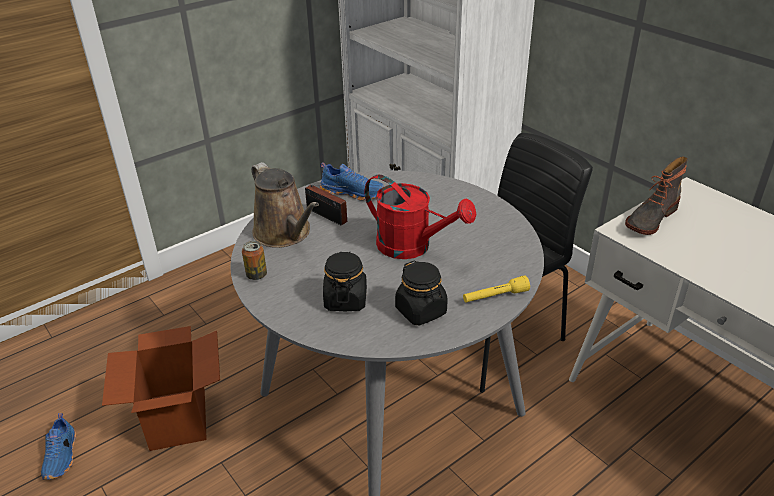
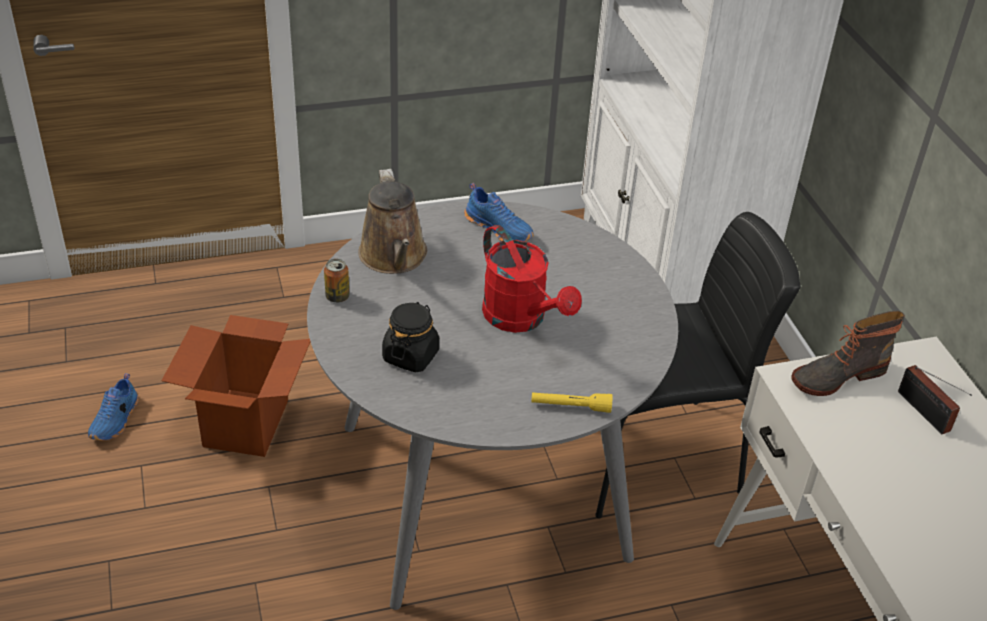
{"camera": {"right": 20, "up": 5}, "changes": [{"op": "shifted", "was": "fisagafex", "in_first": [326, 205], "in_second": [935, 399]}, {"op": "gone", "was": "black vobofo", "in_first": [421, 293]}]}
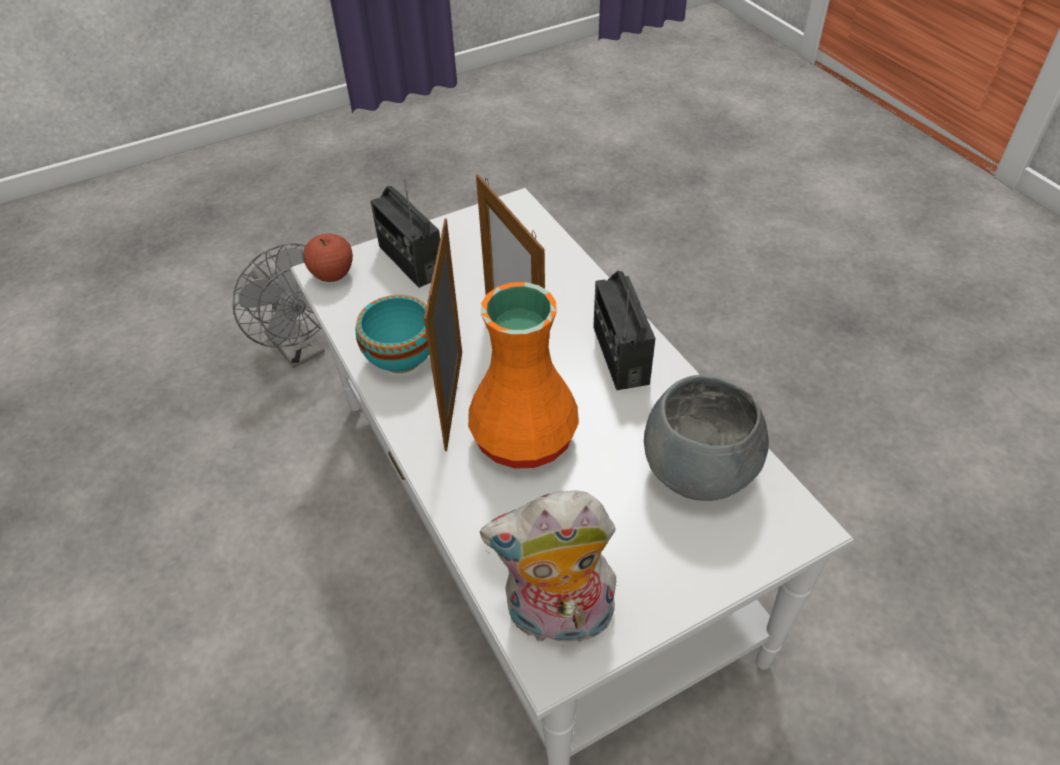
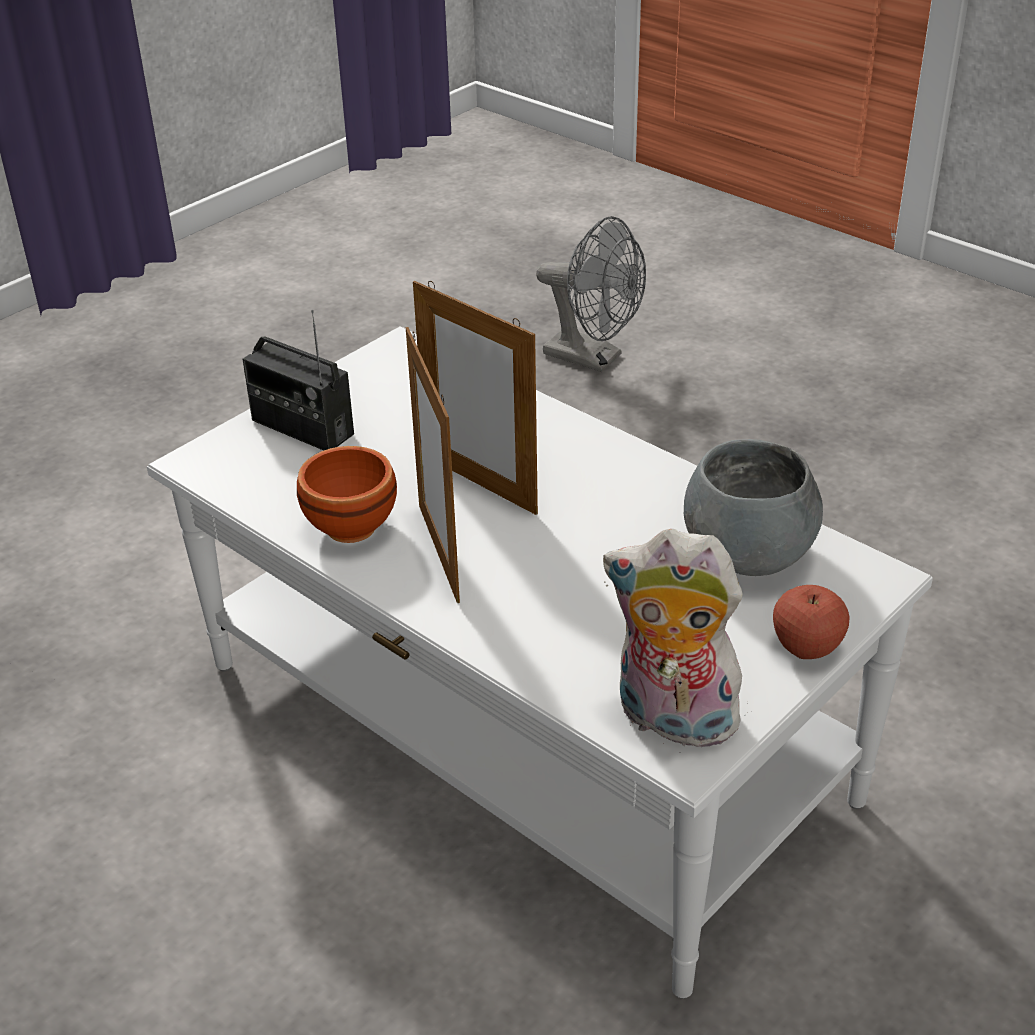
{"camera": {"right": -20, "up": -10}, "changes": [{"op": "repainted", "was": "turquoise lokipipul", "now": "brown lokipipul", "in_first": [392, 334], "in_second": [347, 494]}, {"op": "shifted", "was": "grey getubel", "in_first": [279, 305], "in_second": [591, 294]}, {"op": "rotated", "was": "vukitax", "in_first": [549, 570], "in_second": [675, 641], "clockwise": 45}, {"op": "shifted", "was": "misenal", "in_first": [328, 257], "in_second": [811, 622]}, {"op": "gone", "was": "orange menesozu", "in_first": [523, 375]}, {"op": "gone", "was": "fisagafex", "in_first": [624, 330]}]}
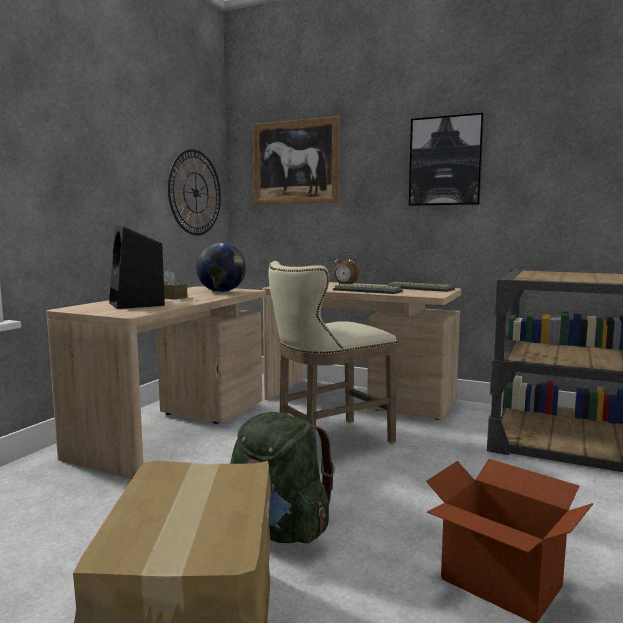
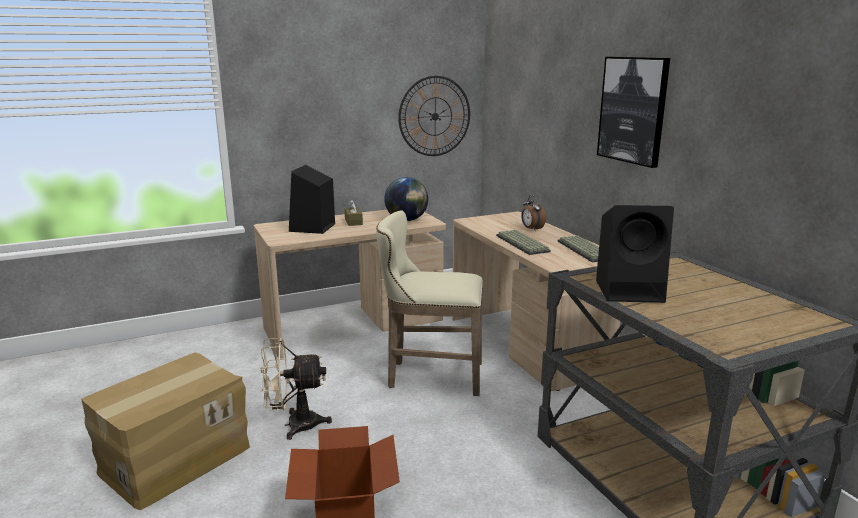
{"camera": {"right": 40, "up": 10}, "changes": [{"op": "swapped", "was": "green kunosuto", "now": "beige getubel", "in_first": [282, 477], "in_second": [296, 389]}, {"op": "new", "now": "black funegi", "in_second": [635, 254]}, {"op": "gone", "was": "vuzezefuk", "in_first": [296, 160]}]}
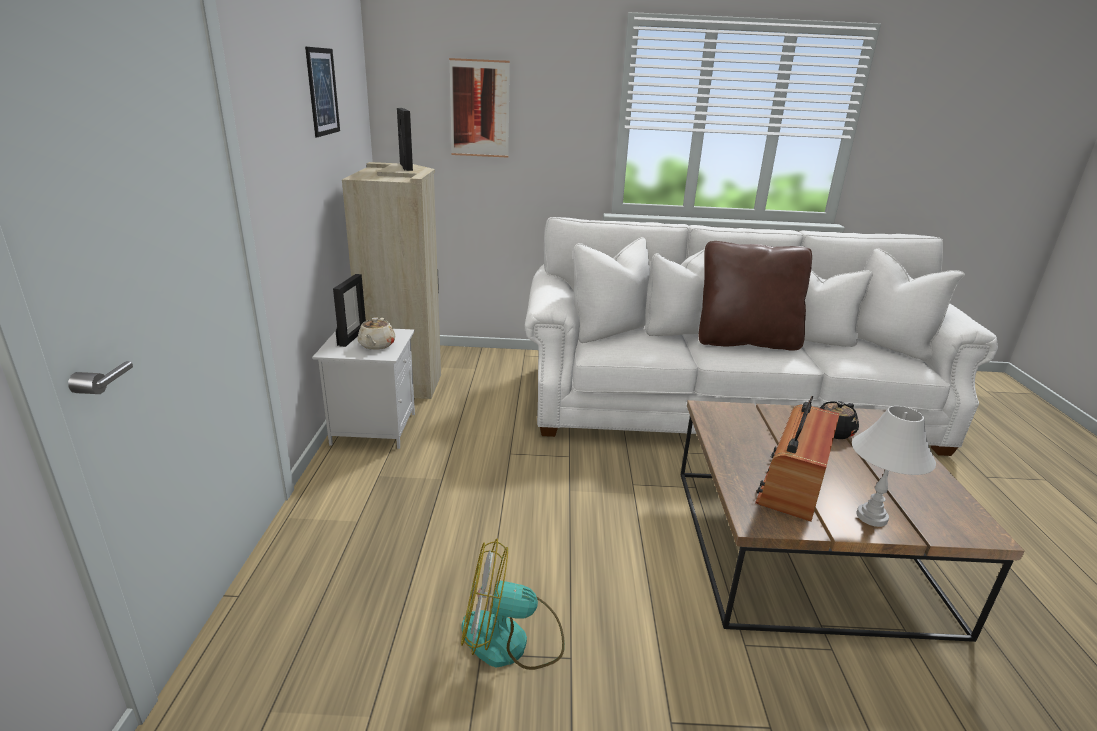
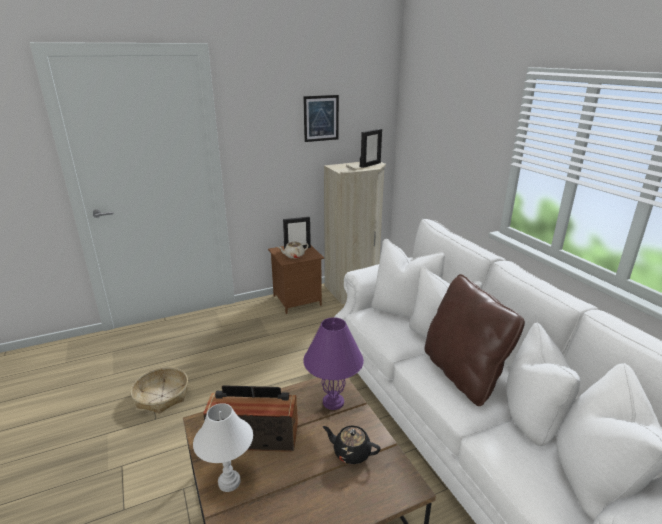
{"camera": {"right": 65, "up": 0}, "changes": [{"op": "swapped", "was": "getubel", "now": "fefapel", "in_first": [513, 604], "in_second": [159, 390]}, {"op": "repainted", "was": "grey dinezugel", "now": "brown dinezugel", "in_first": [363, 389], "in_second": [296, 280]}, {"op": "new", "now": "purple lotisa", "in_second": [333, 363]}, {"op": "gone", "was": "vuzezefuk", "in_first": [479, 108]}]}
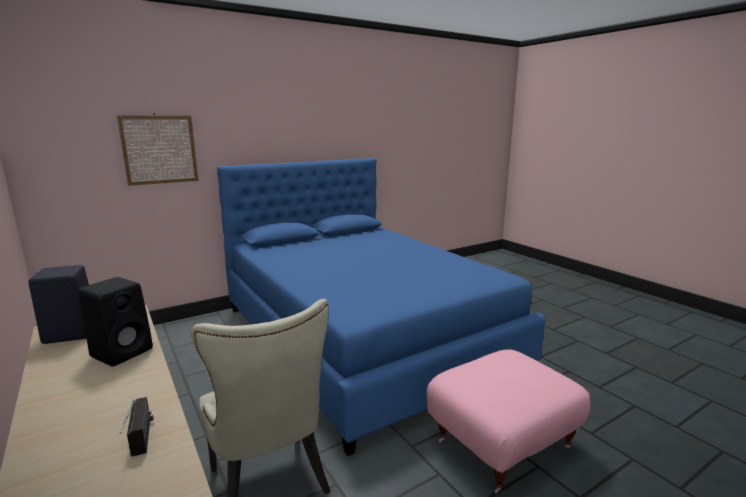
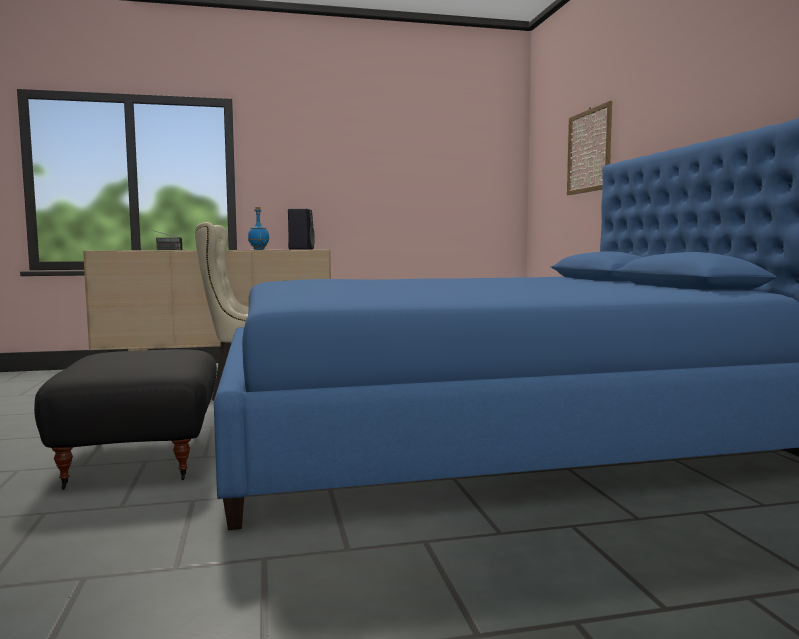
{"camera": {"right": 110, "up": -10}, "changes": [{"op": "repainted", "was": "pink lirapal", "now": "black lirapal", "in_first": [508, 421], "in_second": [125, 419]}, {"op": "swapped", "was": "black funegi", "now": "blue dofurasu", "in_first": [115, 321], "in_second": [259, 228]}]}
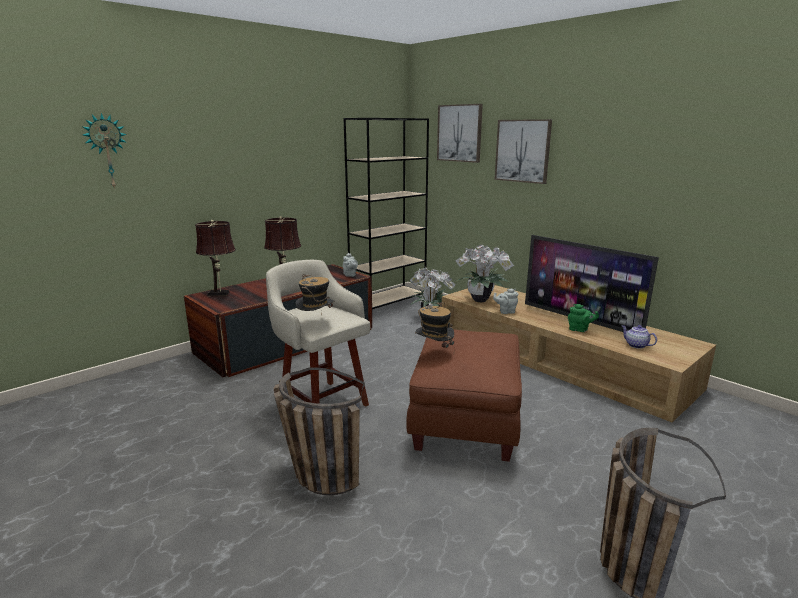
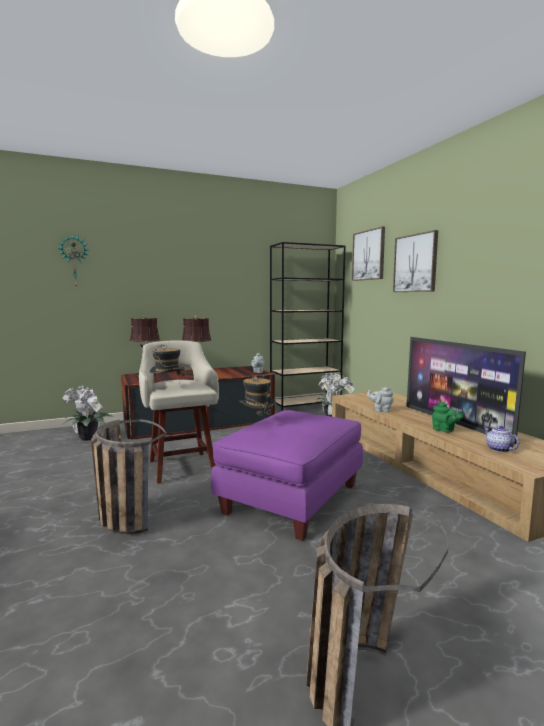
{"camera": {"right": 20, "up": -10}, "changes": [{"op": "shifted", "was": "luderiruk", "in_first": [484, 273], "in_second": [87, 413]}, {"op": "repainted", "was": "brown lirapal", "now": "purple lirapal", "in_first": [464, 395], "in_second": [287, 475]}]}
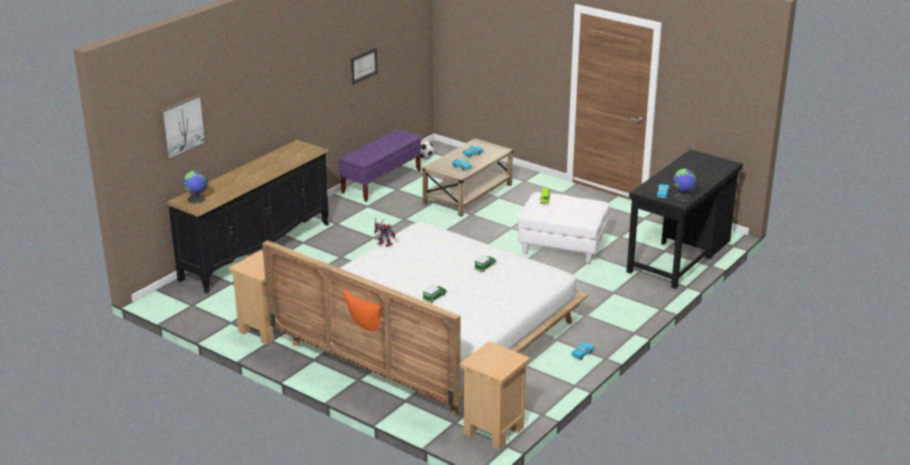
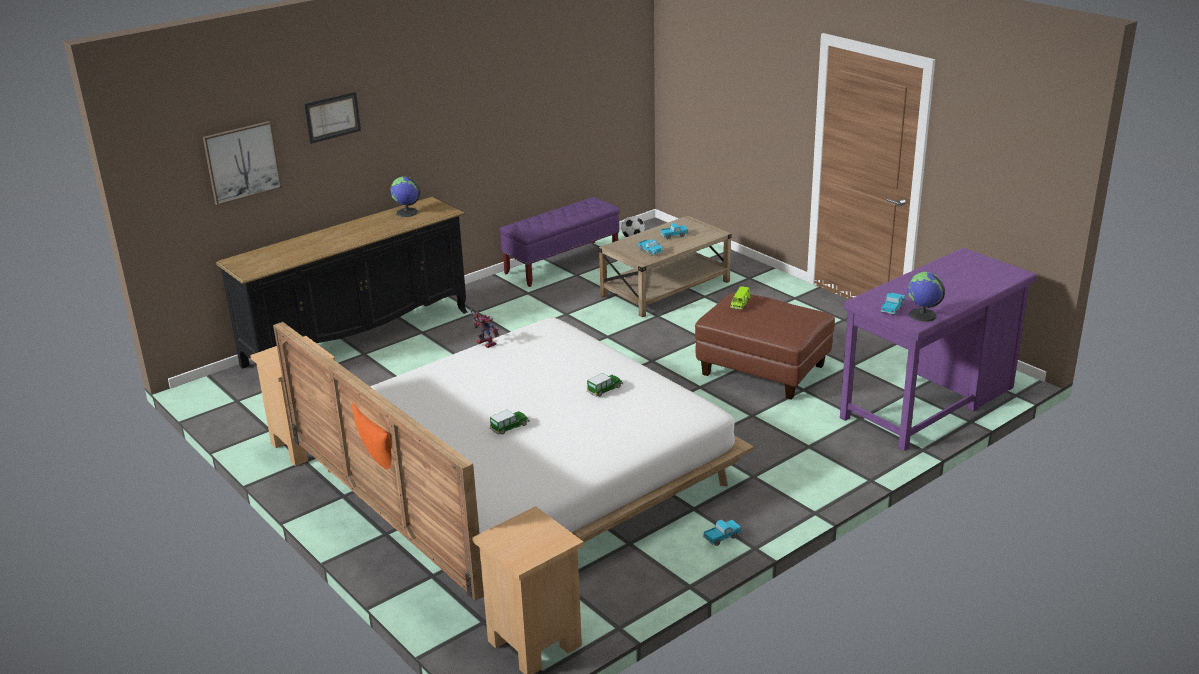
{"camera": {"right": 15, "up": 0}, "changes": [{"op": "shifted", "was": "vuzezefuk", "in_first": [364, 66], "in_second": [332, 118]}, {"op": "shifted", "was": "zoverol", "in_first": [195, 187], "in_second": [405, 196]}, {"op": "repainted", "was": "white lirapal", "now": "brown lirapal", "in_first": [564, 228], "in_second": [765, 346]}, {"op": "repainted", "was": "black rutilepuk", "now": "purple rutilepuk", "in_first": [685, 219], "in_second": [938, 349]}]}
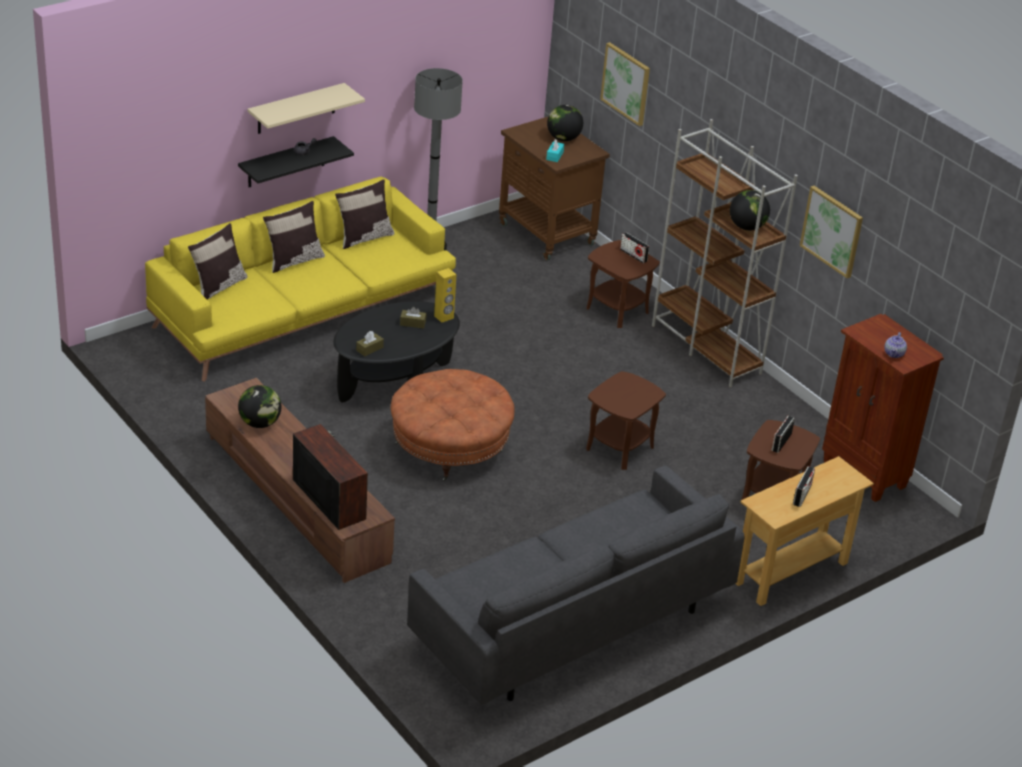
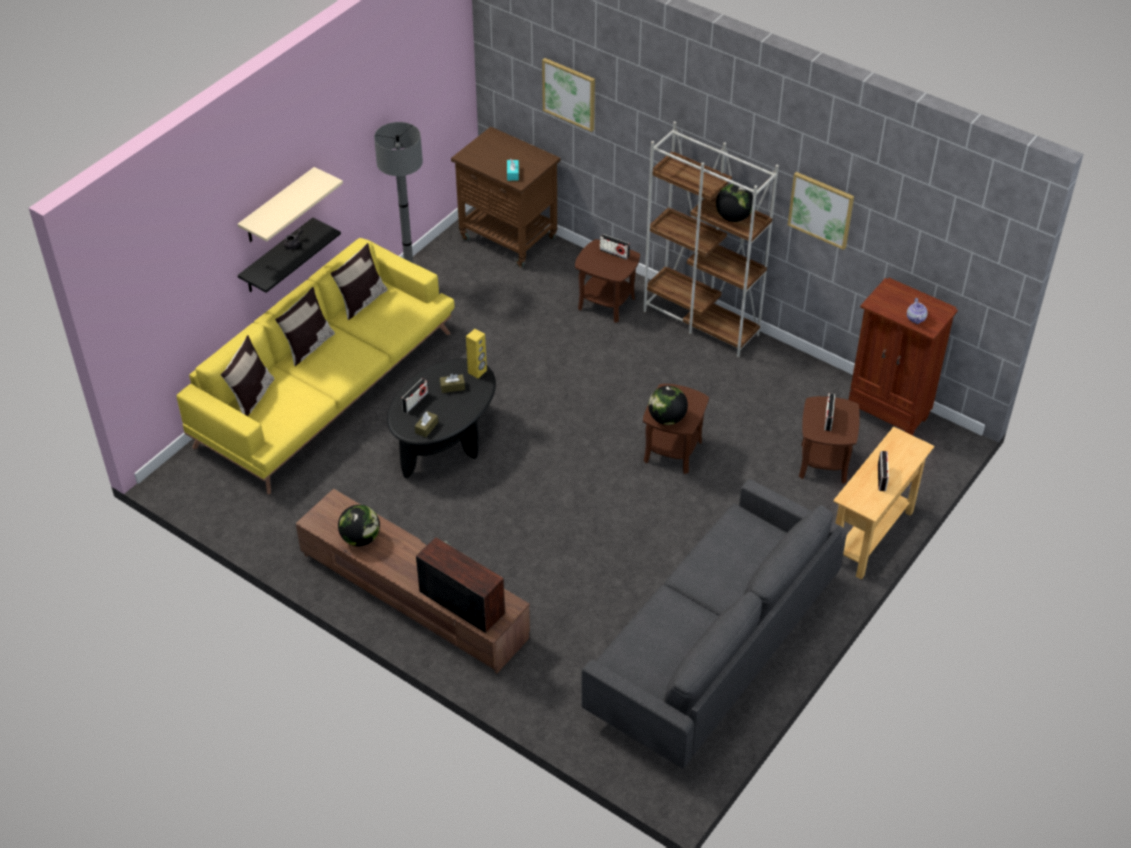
{"camera": {"right": -15, "up": 10}, "changes": [{"op": "new", "now": "fisagafex", "in_second": [414, 395]}, {"op": "shifted", "was": "zoverol", "in_first": [565, 123], "in_second": [668, 405]}, {"op": "gone", "was": "brown lirapal", "in_first": [453, 425]}]}
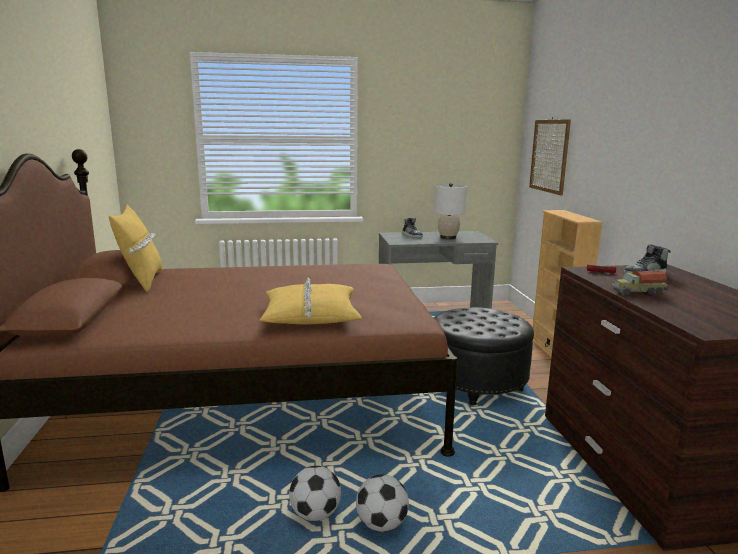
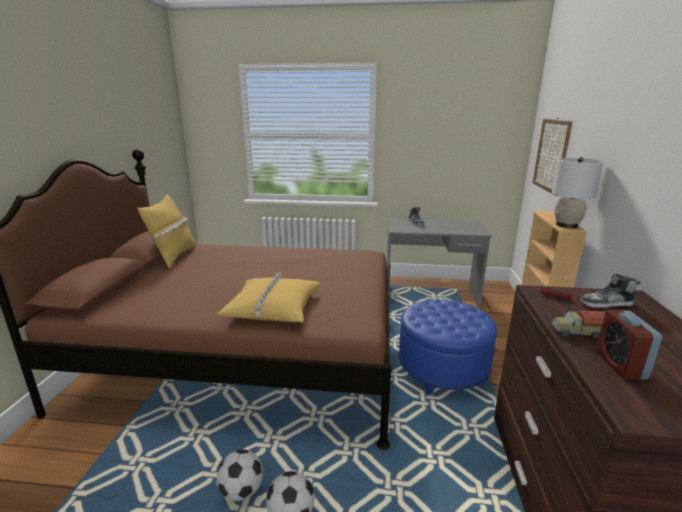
{"camera": {"right": 15, "up": 5}, "changes": [{"op": "repainted", "was": "black lirapal", "now": "blue lirapal", "in_first": [484, 356], "in_second": [448, 347]}, {"op": "shifted", "was": "white lotisa", "in_first": [450, 211], "in_second": [578, 192]}, {"op": "new", "now": "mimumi", "in_second": [629, 345]}]}
